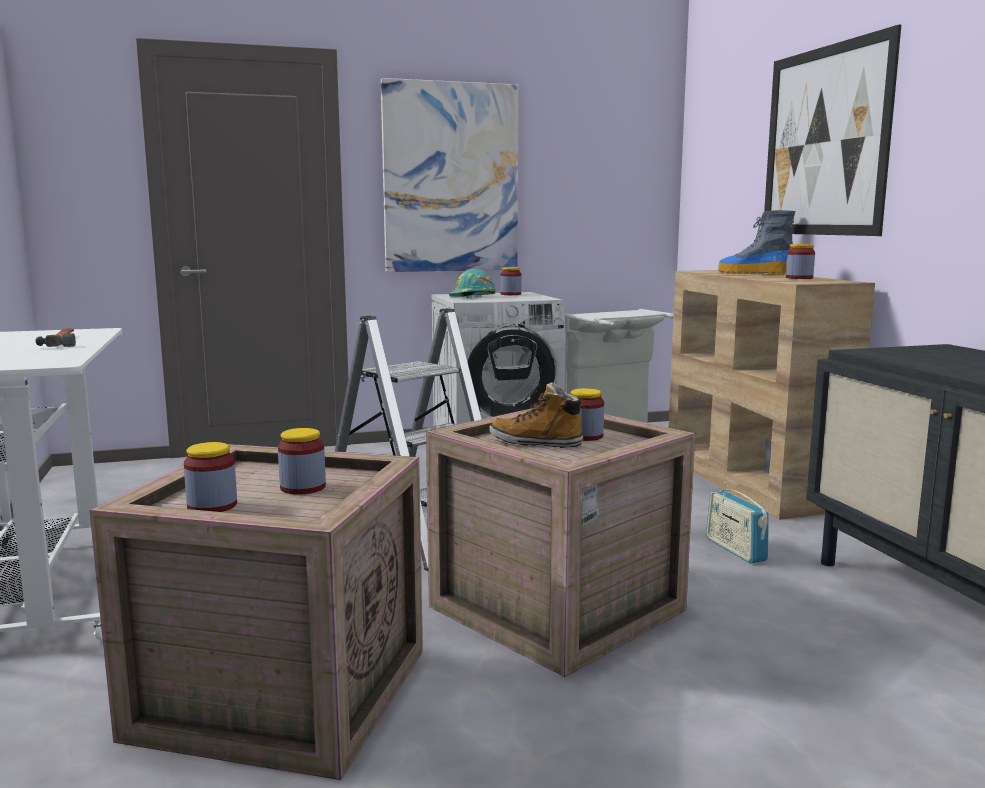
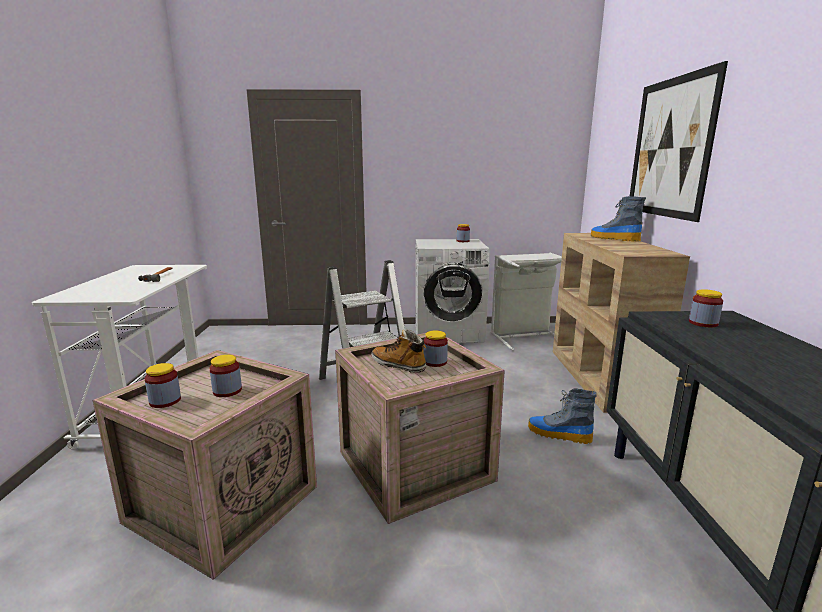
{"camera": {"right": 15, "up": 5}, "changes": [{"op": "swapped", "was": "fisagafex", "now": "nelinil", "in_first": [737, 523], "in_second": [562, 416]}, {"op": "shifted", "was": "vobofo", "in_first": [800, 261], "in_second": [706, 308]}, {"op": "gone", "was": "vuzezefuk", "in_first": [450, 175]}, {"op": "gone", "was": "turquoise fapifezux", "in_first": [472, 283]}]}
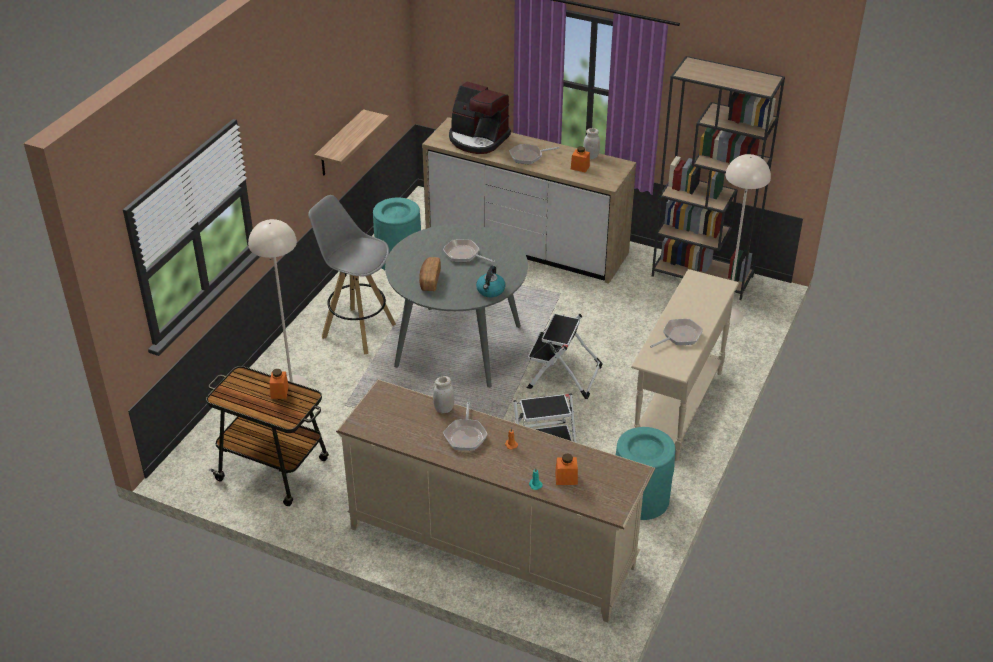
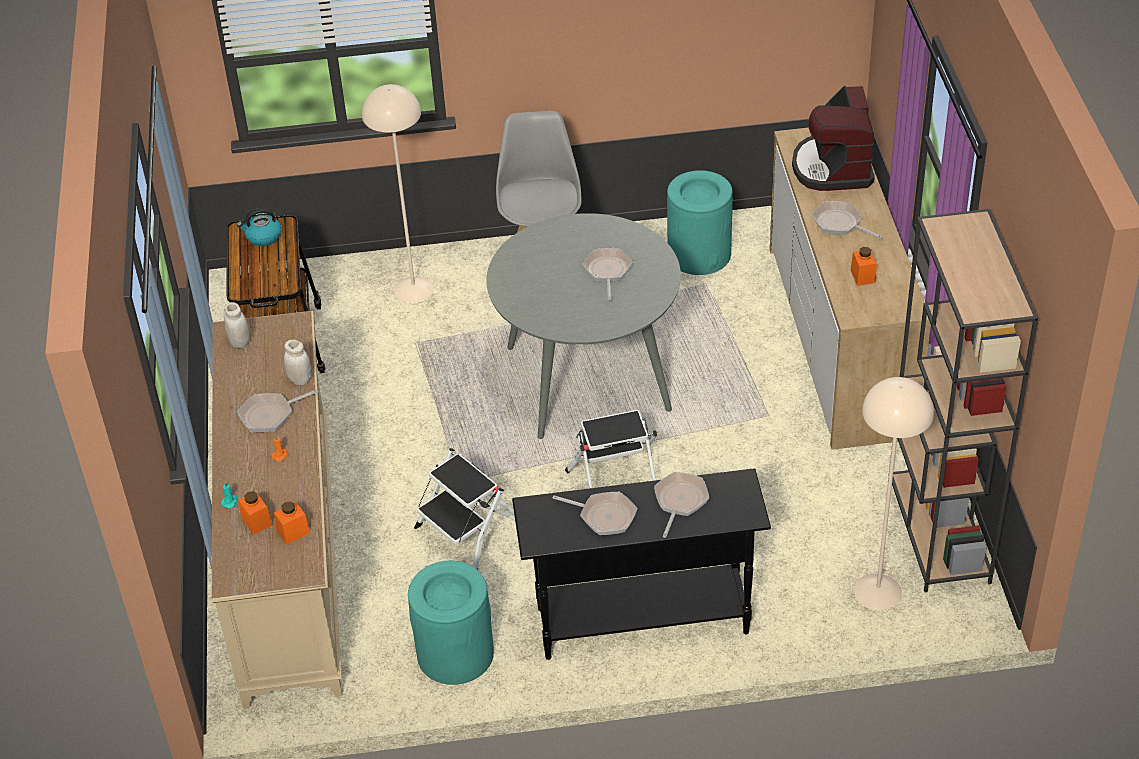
{"camera": {"right": 60, "up": 5}, "changes": [{"op": "shifted", "was": "white vobofo", "in_first": [591, 143], "in_second": [236, 325]}, {"op": "shifted", "was": "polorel", "in_first": [491, 281], "in_second": [259, 227]}, {"op": "shifted", "was": "orange vobofo", "in_first": [279, 384], "in_second": [292, 522]}, {"op": "repainted", "was": "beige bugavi", "now": "black bugavi", "in_first": [685, 365], "in_second": [641, 564]}, {"op": "new", "now": "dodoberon", "in_second": [681, 505]}, {"op": "gone", "was": "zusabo", "in_first": [352, 142]}, {"op": "gone", "was": "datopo", "in_first": [430, 274]}]}
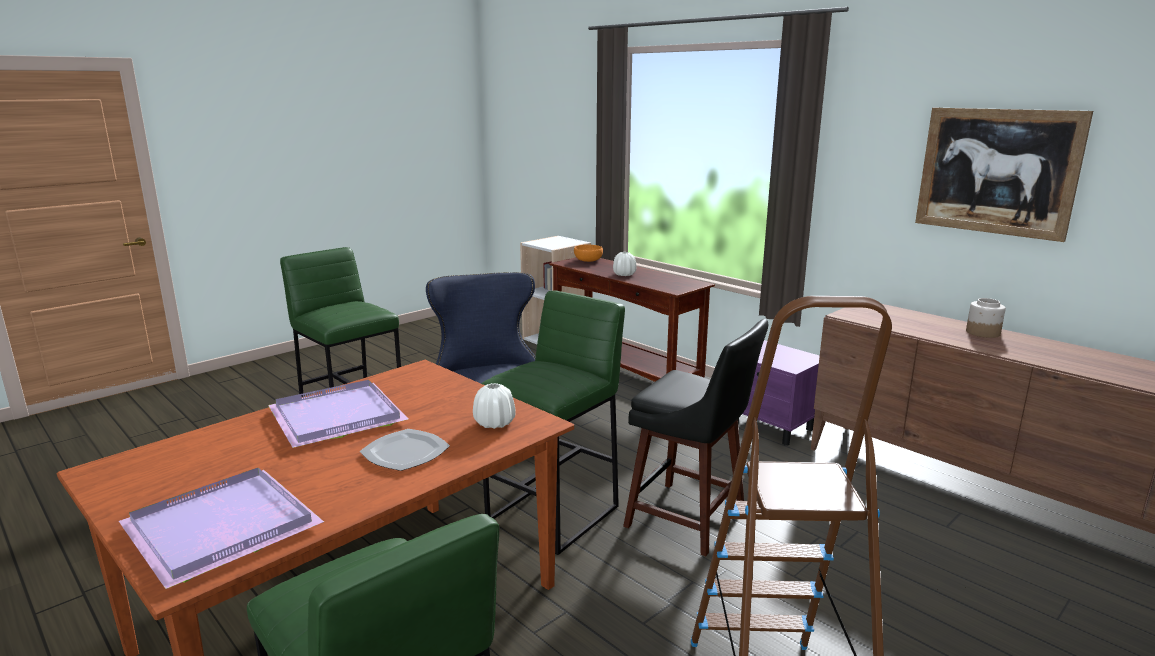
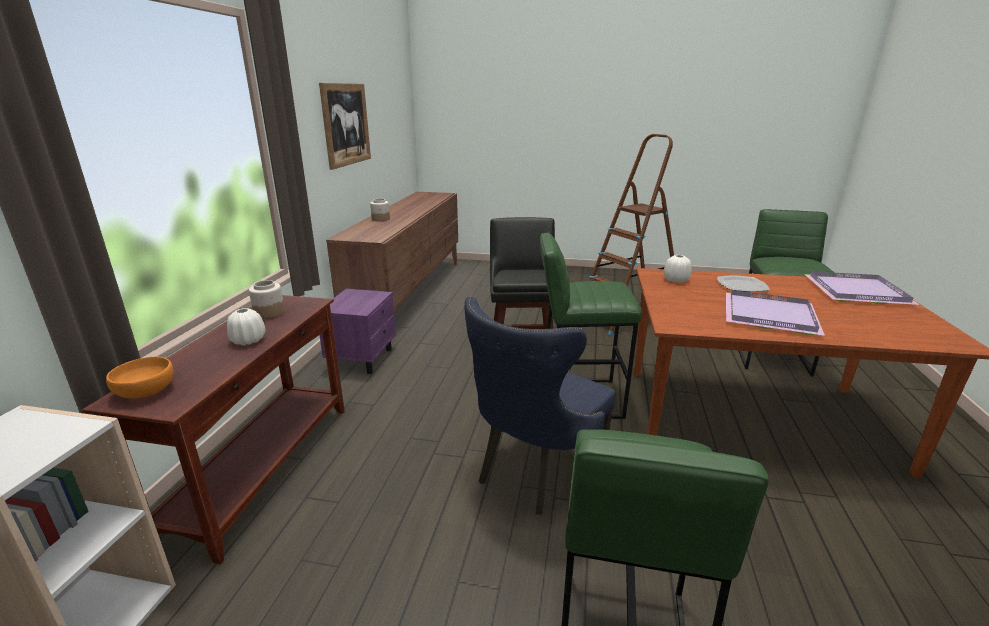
{"camera": {"right": -125, "up": 5}, "changes": [{"op": "new", "now": "vobofo", "in_second": [267, 299]}]}
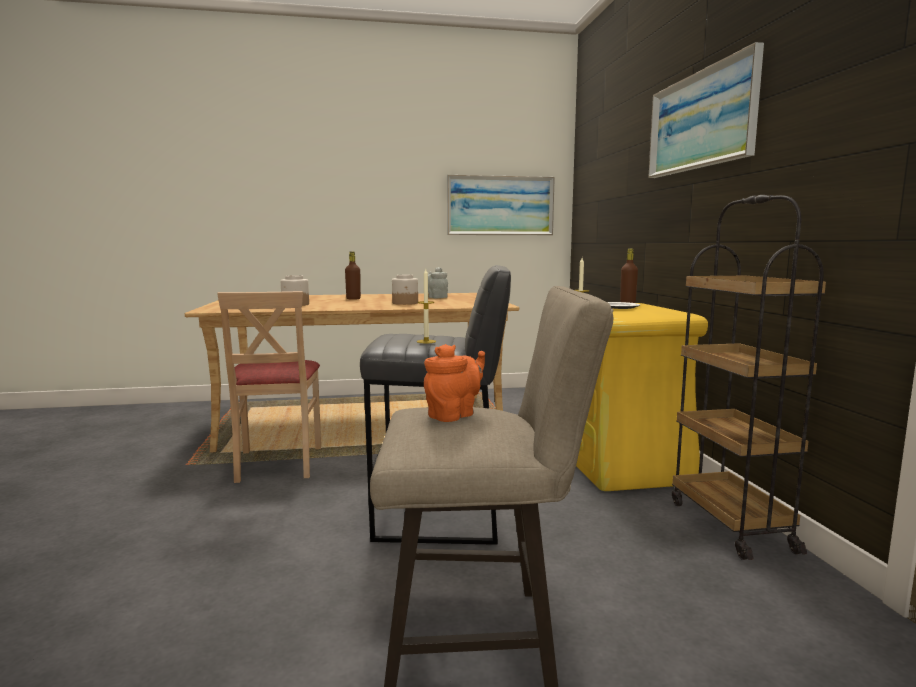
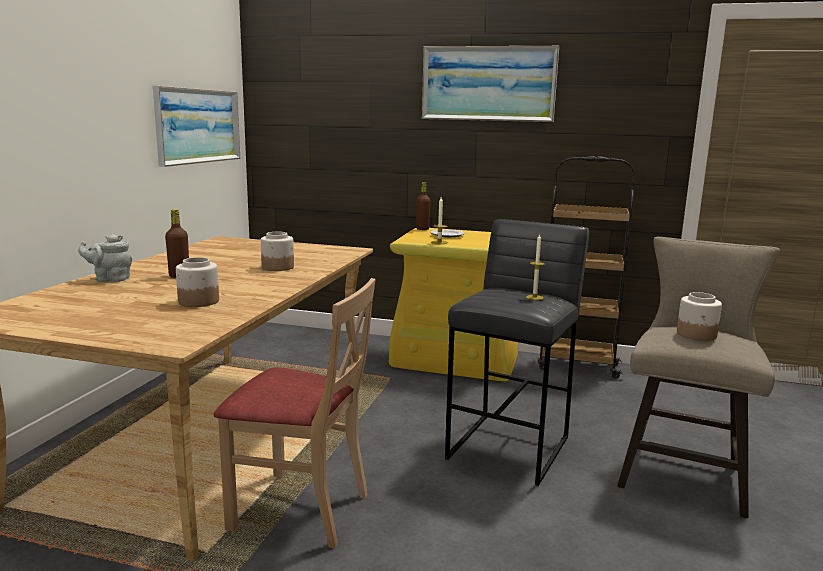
{"camera": {"right": -65, "up": 5}, "changes": [{"op": "shifted", "was": "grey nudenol", "in_first": [438, 282], "in_second": [105, 258]}, {"op": "swapped", "was": "orange nudenol", "now": "vobofo", "in_first": [454, 383], "in_second": [699, 316]}]}
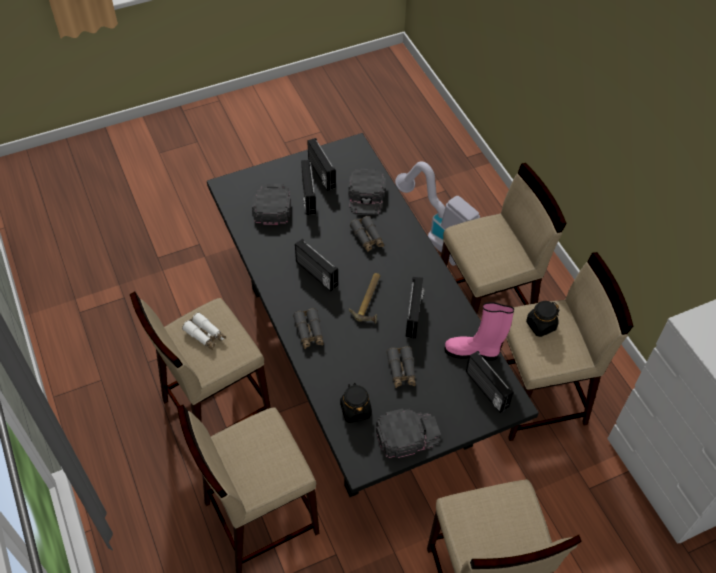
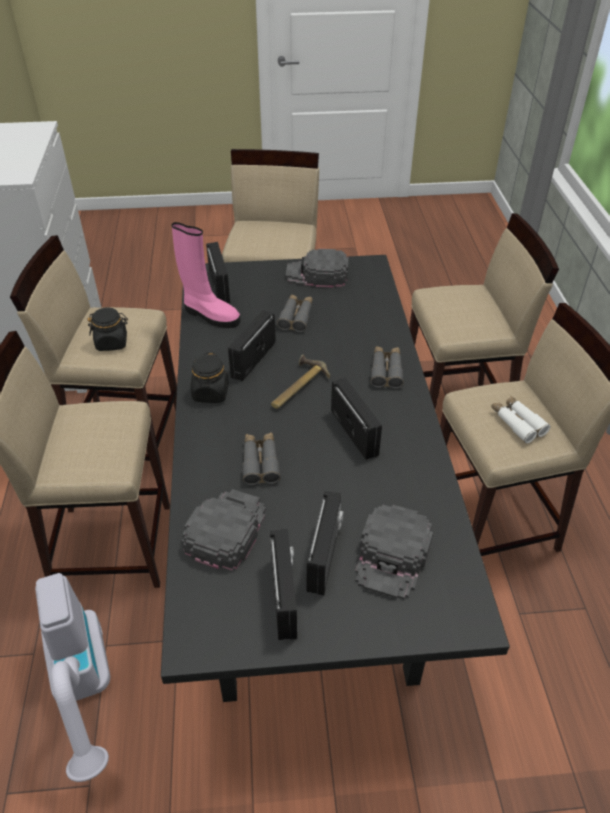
{"camera": {"right": -160, "up": -10}, "changes": [{"op": "shifted", "was": "black vobofo", "in_first": [356, 403], "in_second": [210, 377]}]}
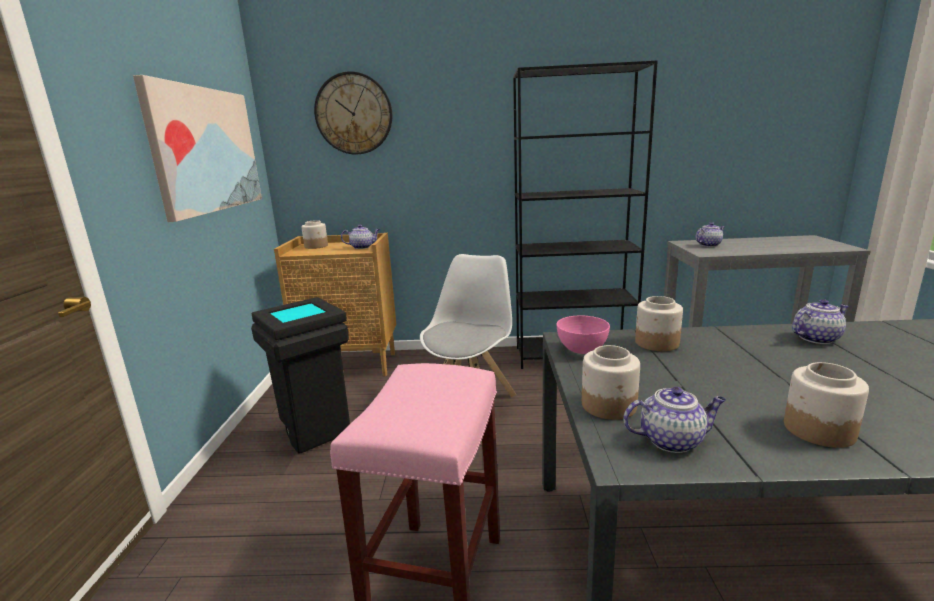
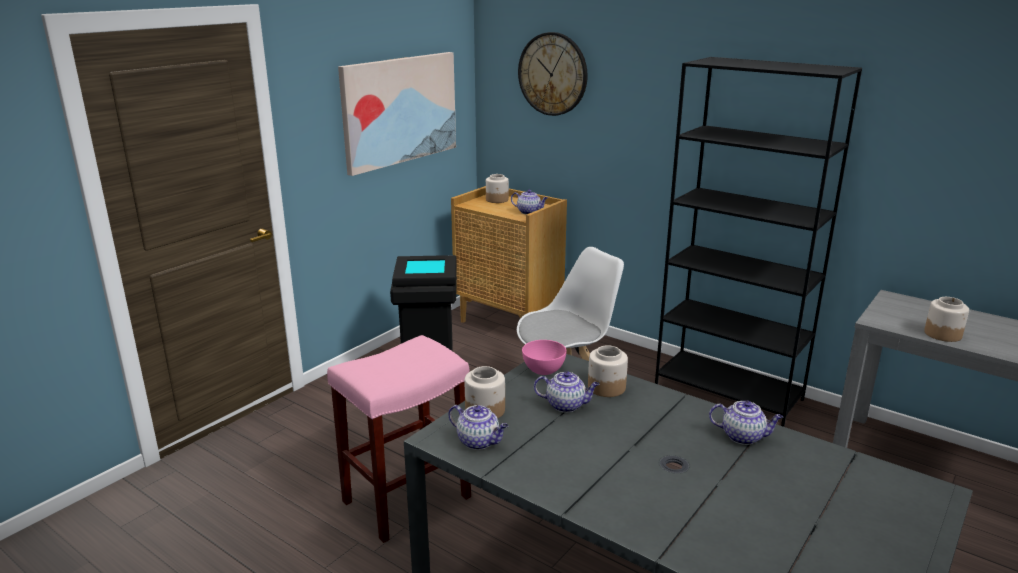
{"camera": {"right": 35, "up": 5}, "changes": [{"op": "shifted", "was": "nudenol", "in_first": [710, 234], "in_second": [567, 391]}, {"op": "shifted", "was": "vobofo", "in_first": [826, 405], "in_second": [946, 319]}]}
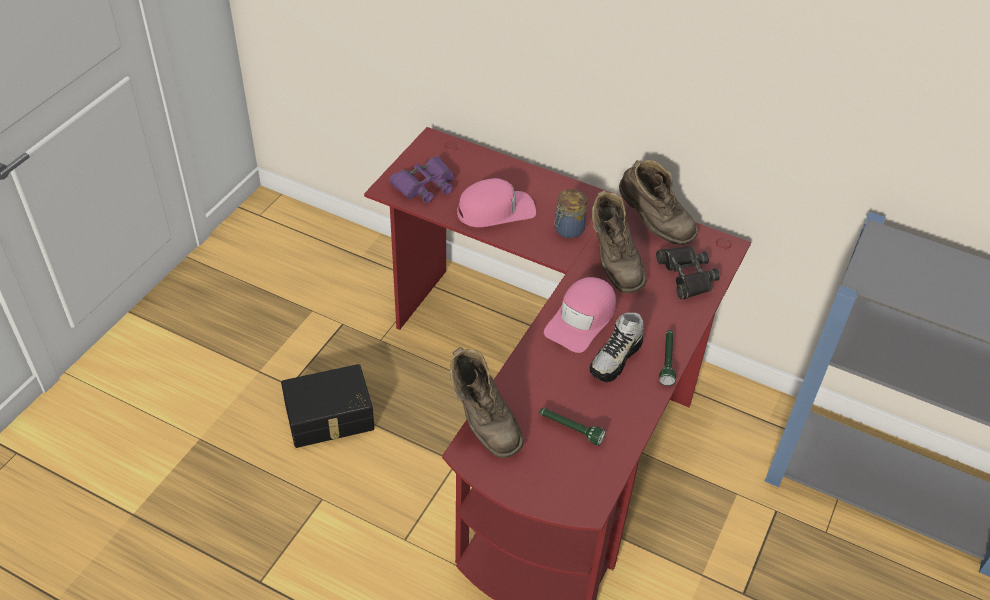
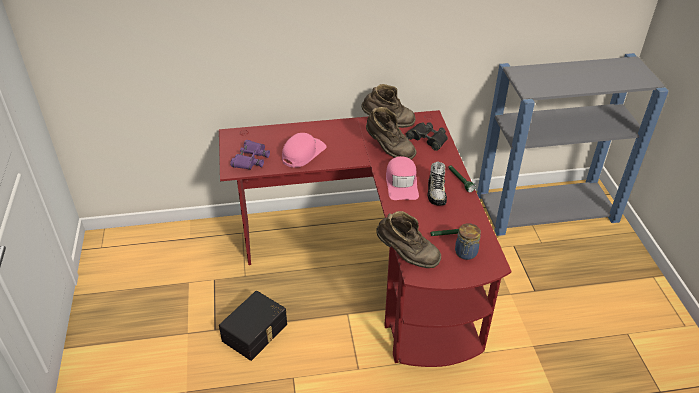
{"camera": {"right": -35, "up": -5}, "changes": [{"op": "shifted", "was": "vobofo", "in_first": [570, 213], "in_second": [468, 241]}]}
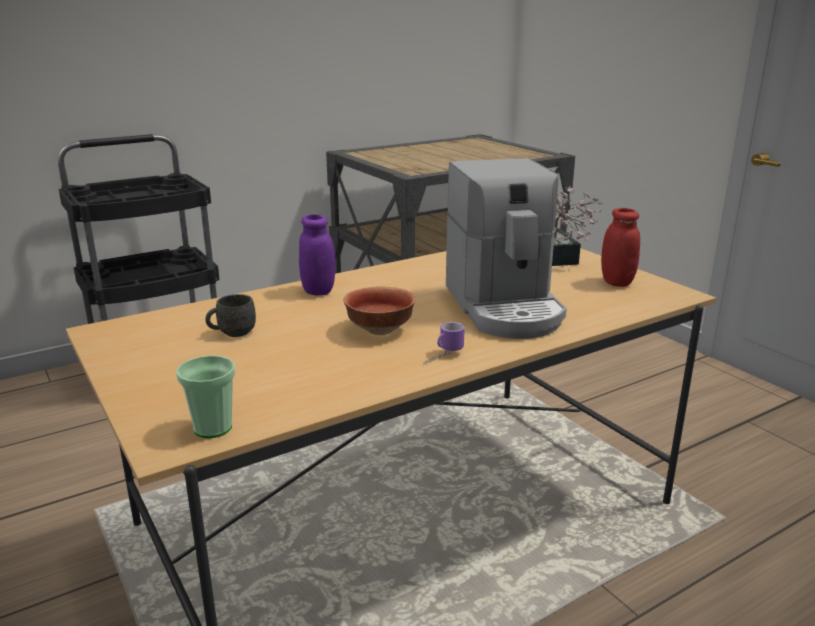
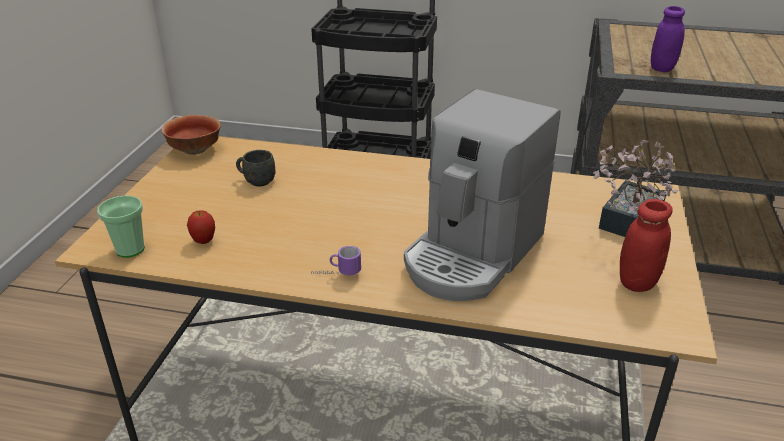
{"camera": {"right": 45, "up": 10}, "changes": [{"op": "shifted", "was": "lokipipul", "in_first": [379, 311], "in_second": [191, 135]}, {"op": "new", "now": "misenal", "in_second": [201, 227]}, {"op": "shifted", "was": "purple vobofo", "in_first": [317, 254], "in_second": [668, 39]}]}
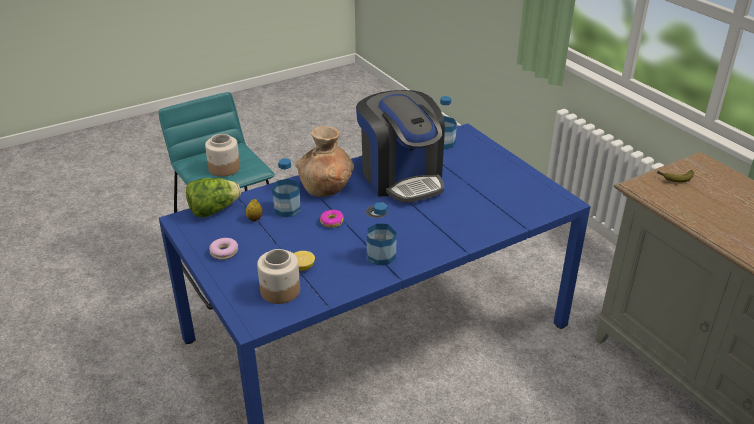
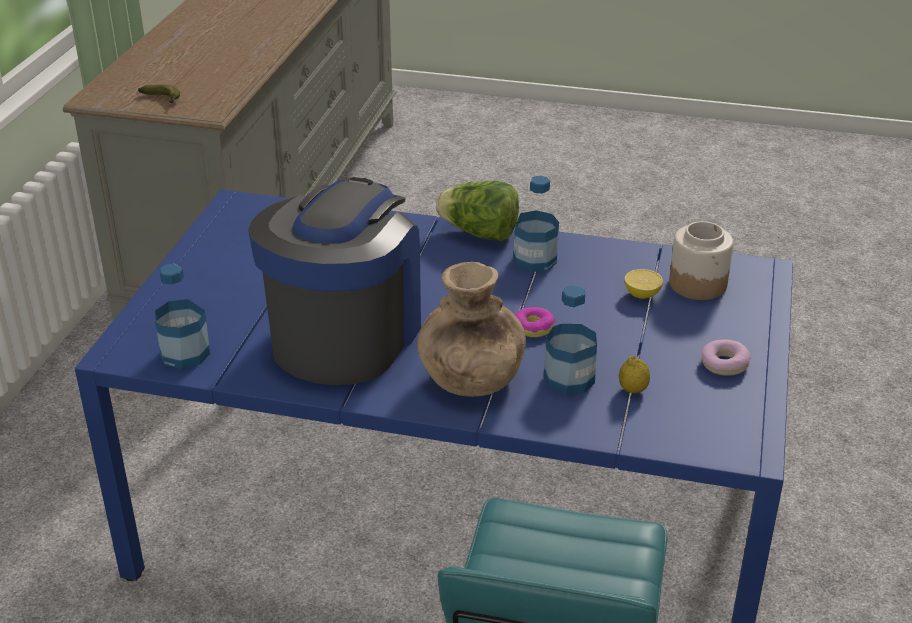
{"camera": {"right": -135, "up": 0}, "changes": [{"op": "shifted", "was": "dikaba", "in_first": [213, 197], "in_second": [477, 211]}, {"op": "gone", "was": "vobofo", "in_first": [222, 155]}]}
